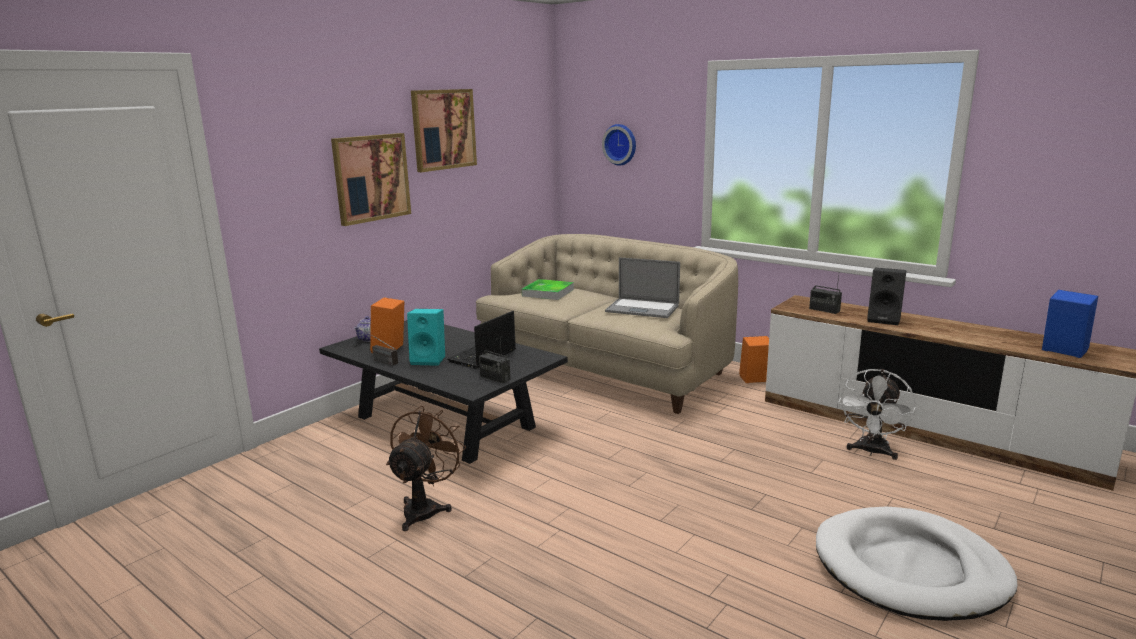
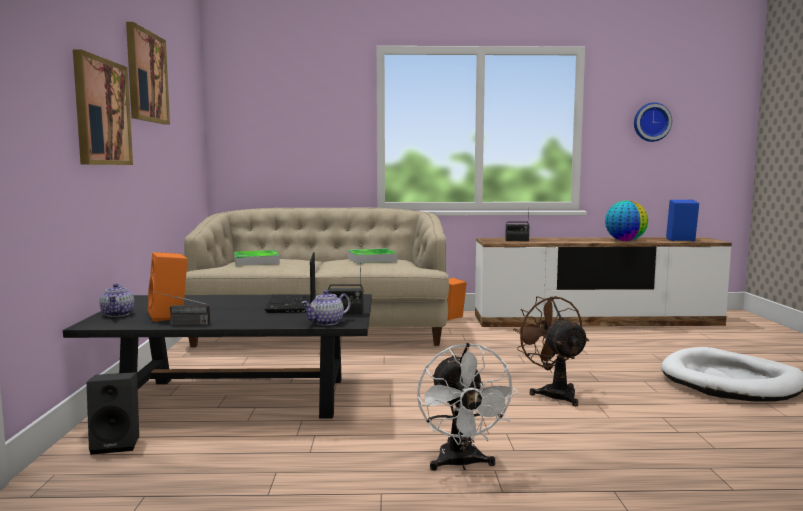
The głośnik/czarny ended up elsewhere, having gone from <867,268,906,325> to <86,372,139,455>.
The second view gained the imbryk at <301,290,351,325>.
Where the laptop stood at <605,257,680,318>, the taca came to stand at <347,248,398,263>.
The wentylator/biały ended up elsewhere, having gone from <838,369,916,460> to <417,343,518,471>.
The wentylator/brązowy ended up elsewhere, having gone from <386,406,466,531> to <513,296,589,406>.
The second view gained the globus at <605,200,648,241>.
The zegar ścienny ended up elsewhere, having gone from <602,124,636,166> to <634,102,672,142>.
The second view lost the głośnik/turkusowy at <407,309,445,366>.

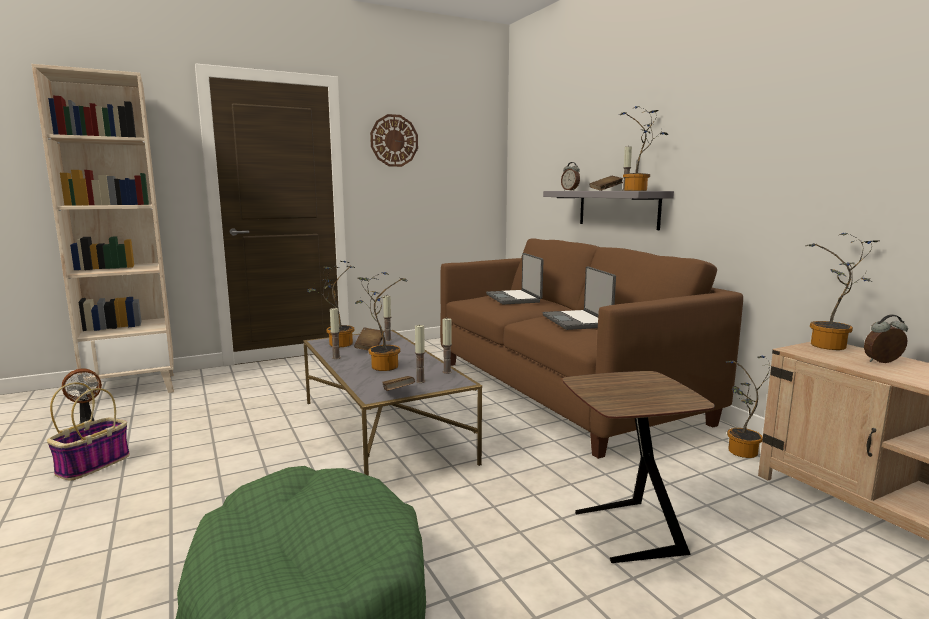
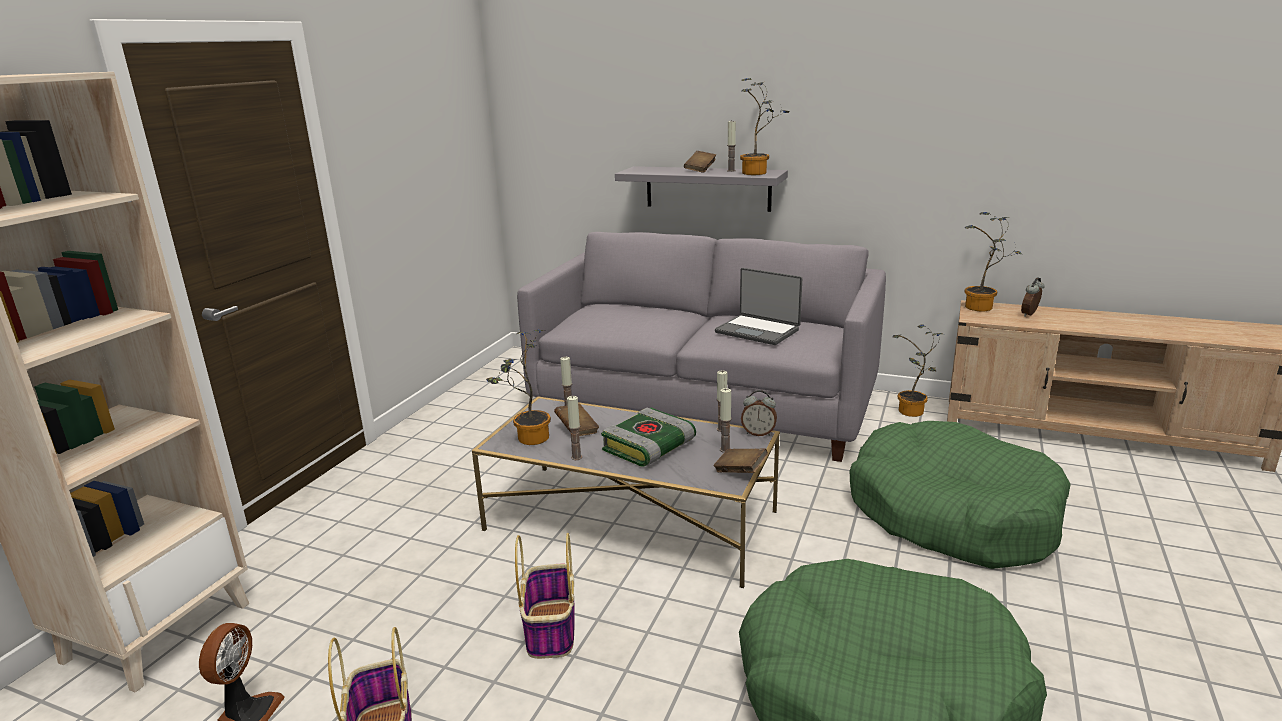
The second view gained the koszyk at <515,533,575,659>.
What was the kanapa/brązowy at <440,238,743,459> turned into the kanapa/szary at <517,232,886,462>.
Where the roślina doniczkowa stood at <355,272,409,371>, the książka came to stand at <601,408,696,467>.
The budzik ended up elsewhere, having gone from <561,162,580,191> to <741,390,777,436>.
Where the stolik/brązowy stood at <562,371,715,563>, the legowisko/zielony came to stand at <850,421,1071,569>.
The second view lost the zegar ścienny at <370,114,418,167>.
The second view lost the laptop at <486,253,543,304>.

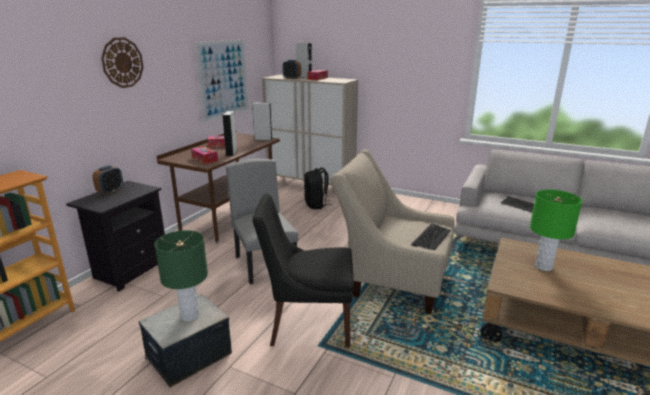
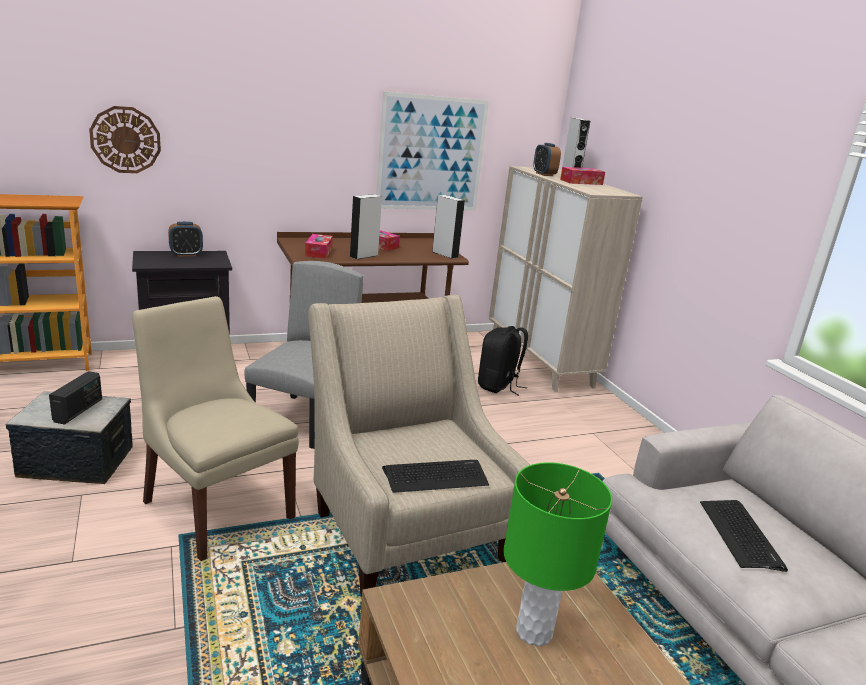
Where the lampa stołowa/zielony stood at <155,230,208,321>, the radio came to stand at <49,371,102,424>.
The zegar ścienny ended up elsewhere, having gone from <101,37,144,88> to <89,106,161,173>.
What was the krzesło/czarny at <253,194,354,348> turned into the krzesło/beżowy at <132,296,299,561>.

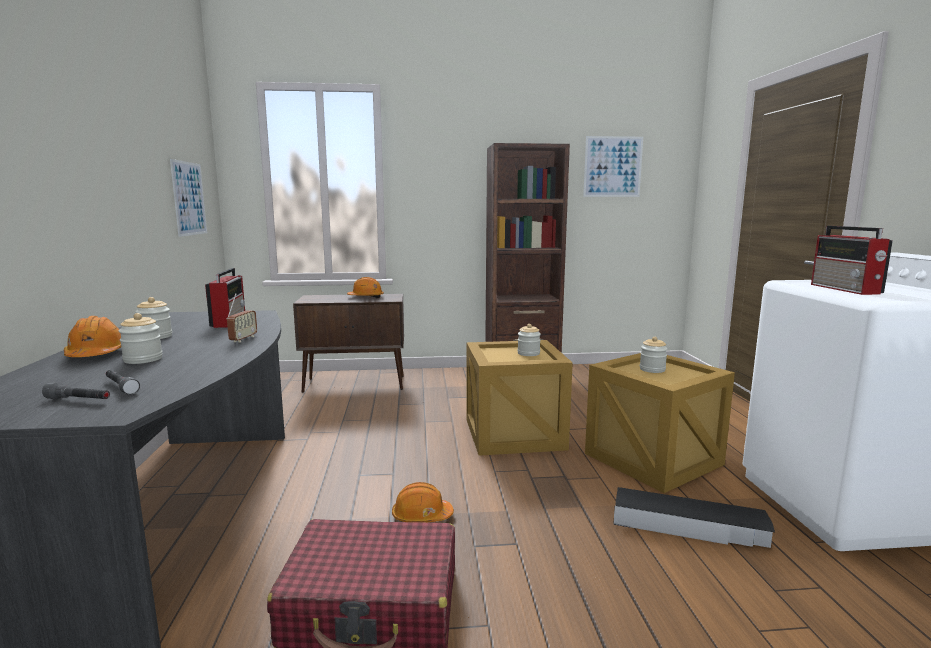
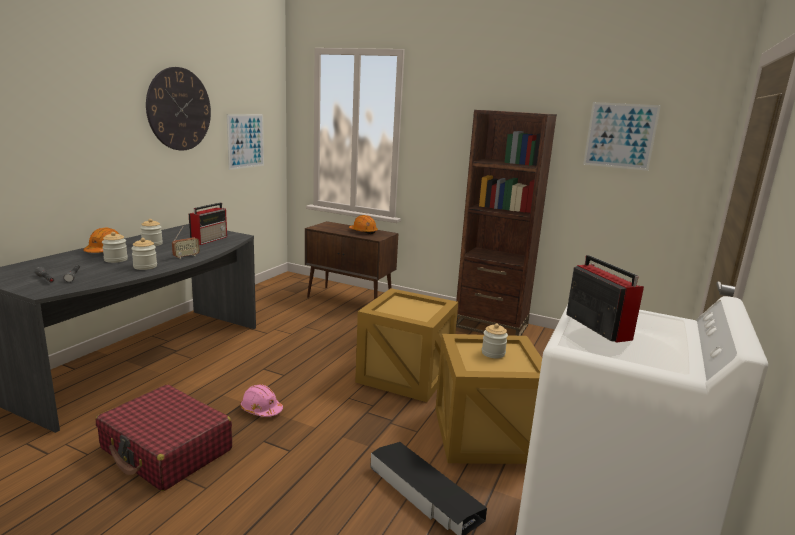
The słoik ended up elsewhere, having gone from <517,324,541,356> to <131,238,157,270>.
The second view gained the zegar ścienny at <146,67,211,151>.
What was the kask/pomarańczowy at <392,482,454,522> turned into the kask/różowy at <240,384,283,417>.
The radio at <811,226,893,295> ended up facing another way, 135 degrees clockwise from before.

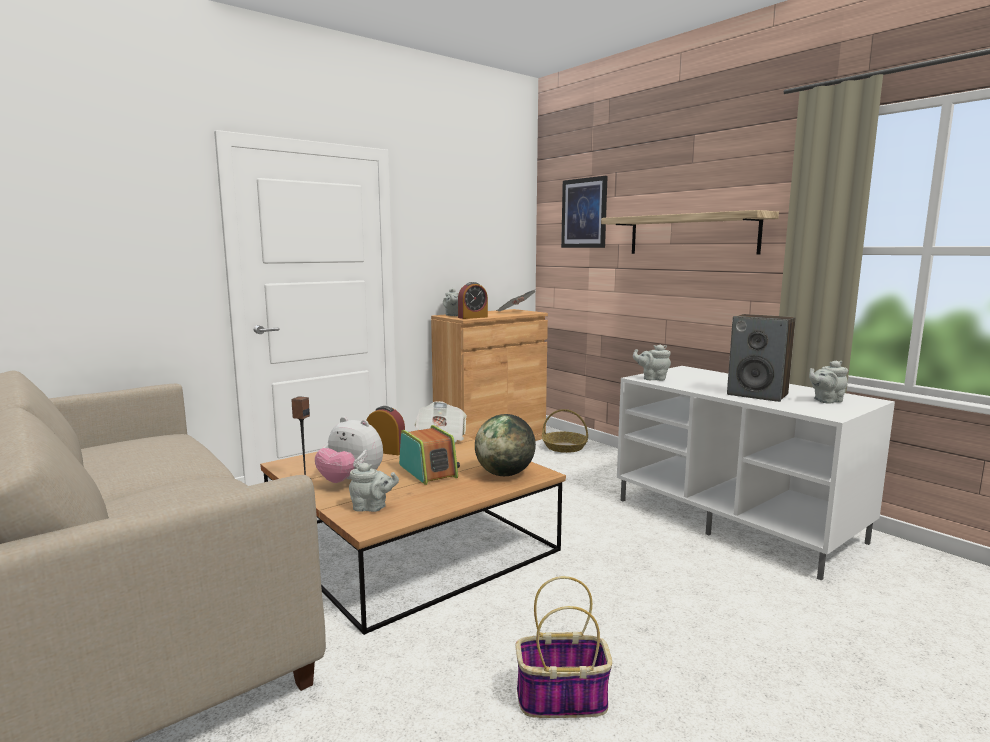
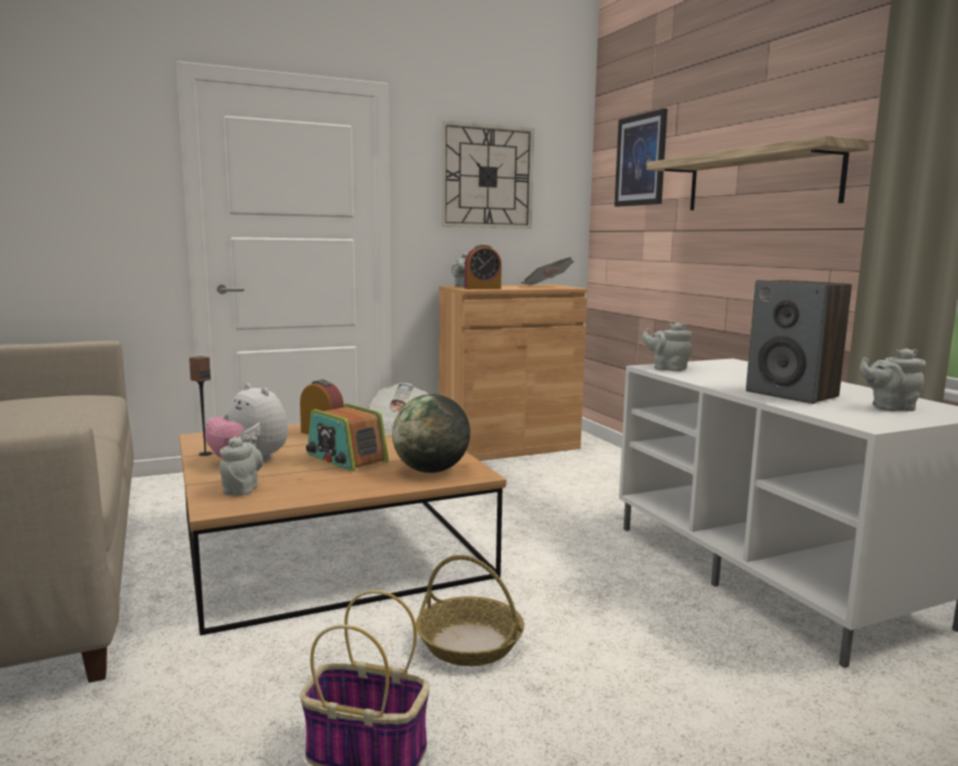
The imbryk/szary at <349,463,399,512> ended up facing another way, 105 degrees counterclockwise from before.
The radio at <399,425,460,485> ended up facing another way, 150 degrees clockwise from before.
The koszyk ended up elsewhere, having gone from <542,409,588,453> to <416,555,524,666>.
The second view gained the zegar ścienny at <441,121,534,229>.

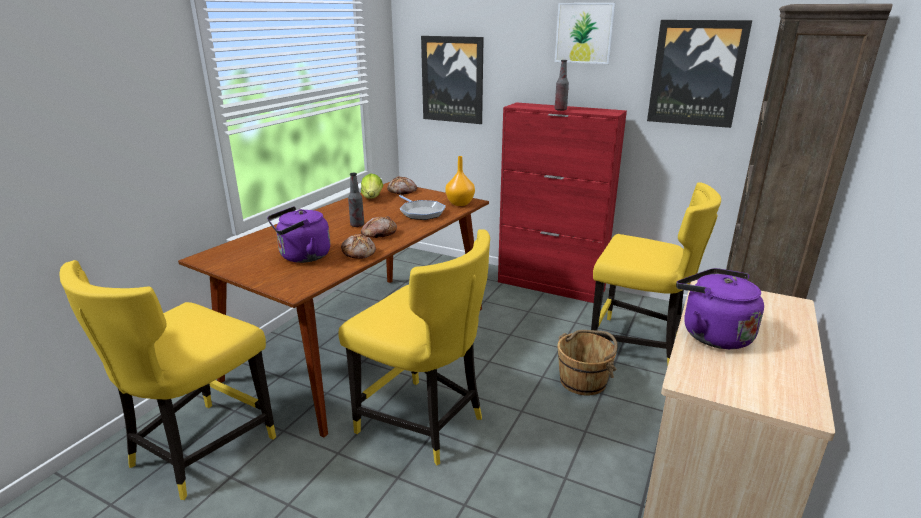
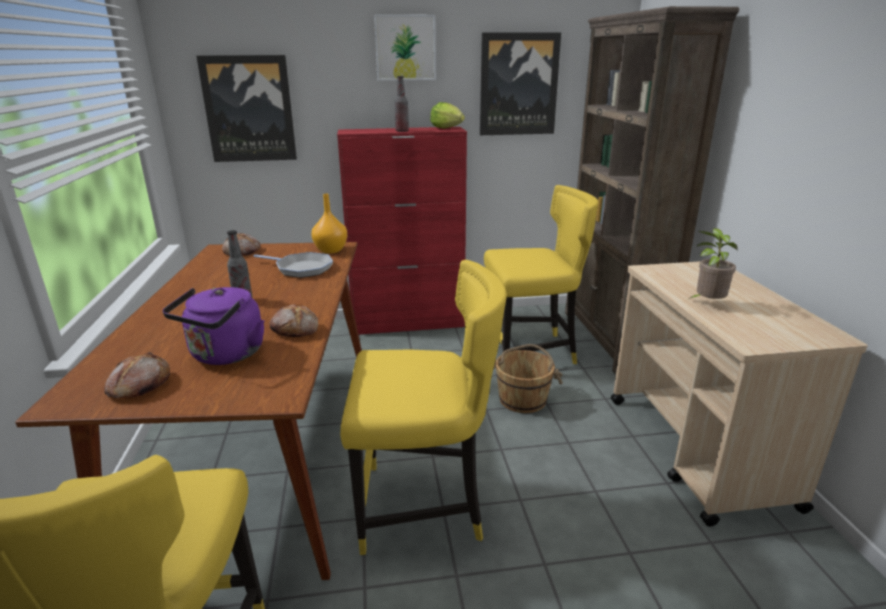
The chleb ended up elsewhere, having gone from <361,216,397,238> to <104,352,170,398>.
The sałata ended up elsewhere, having gone from <361,174,383,199> to <430,102,465,128>.
Where the czajnik/fioletowy stood at <676,268,764,349>, the roślina doniczkowa came to stand at <689,228,738,299>.

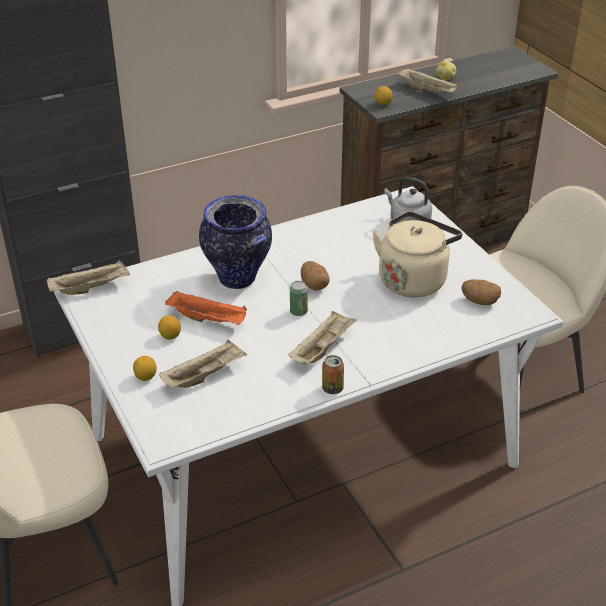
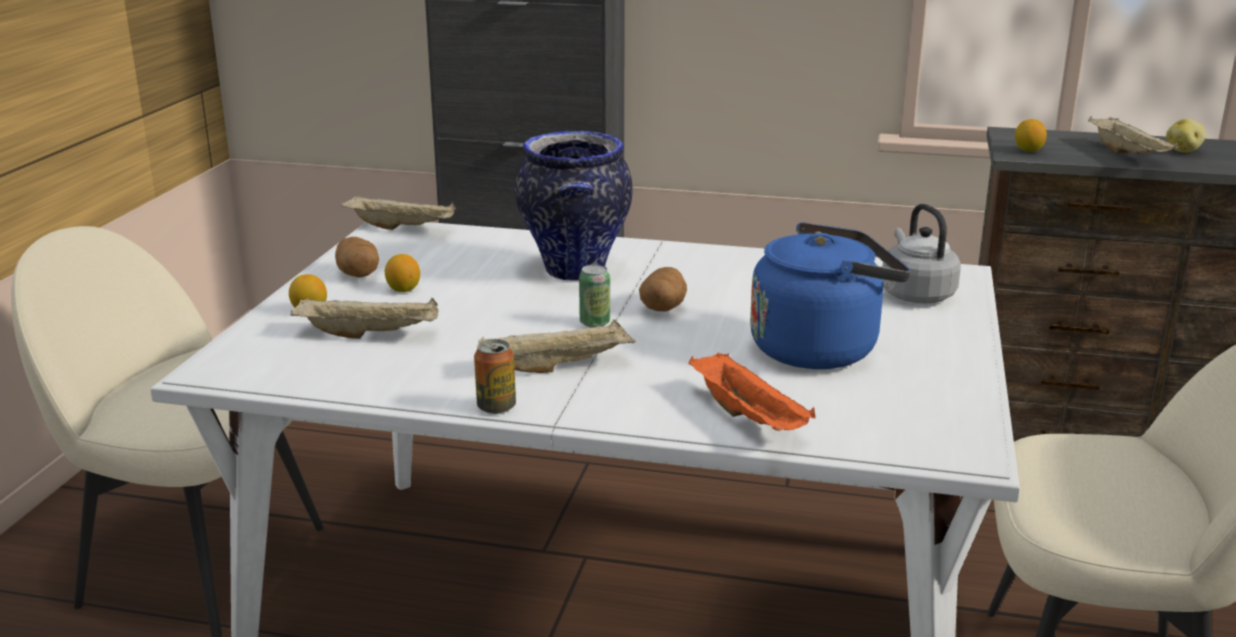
The ziemniak ended up elsewhere, having gone from <461,279,501,305> to <335,237,379,278>.
The taca/pomarańczowy ended up elsewhere, having gone from <165,291,247,325> to <689,353,816,431>.
What was the czajnik/beżowy at <372,211,462,298> turned into the czajnik/niebieski at <750,222,910,369>.

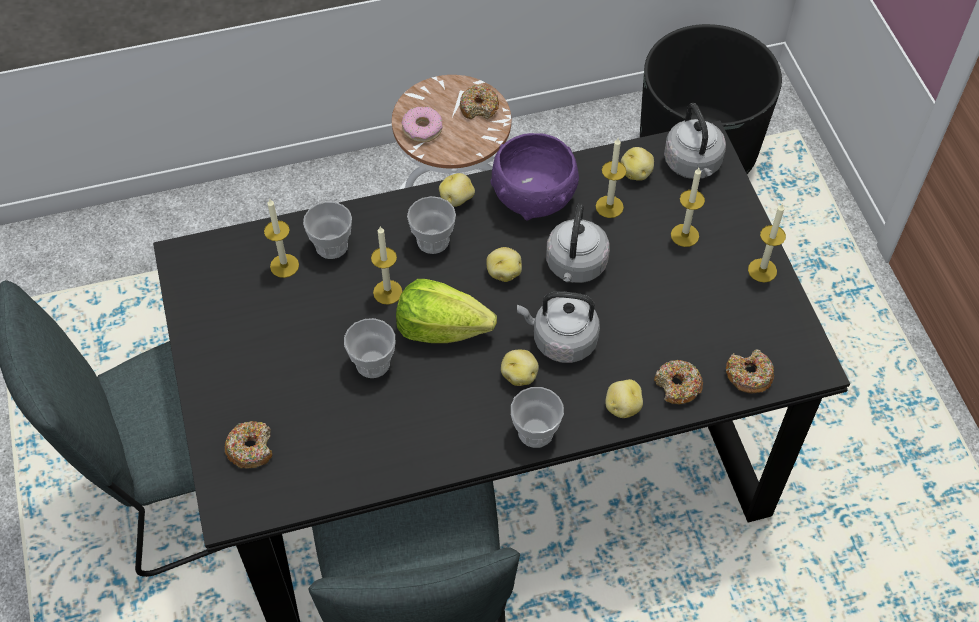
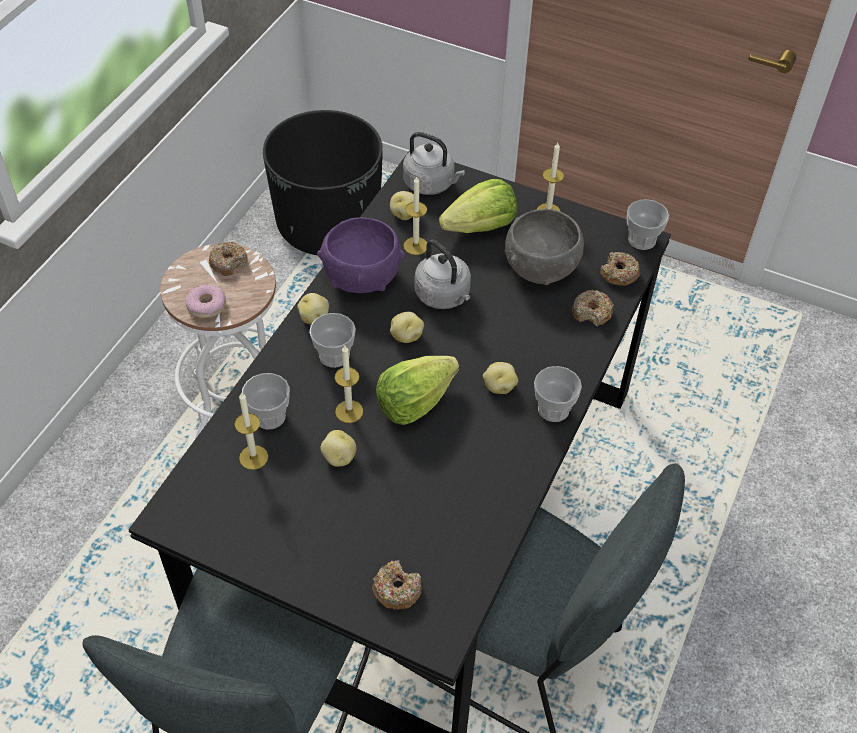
The ziemniak ended up elsewhere, having gone from <605,379,643,418> to <320,430,356,467>.
Where the świeca stood at <671,168,705,247>, the sałata came to stand at <439,179,517,233>.
The second view gained the miska/szary at <504,209,584,285>.
The filiżanka ended up elsewhere, having gone from <344,318,396,378> to <627,199,669,250>.
The second view lost the czajnik/szary at <517,291,600,363>.

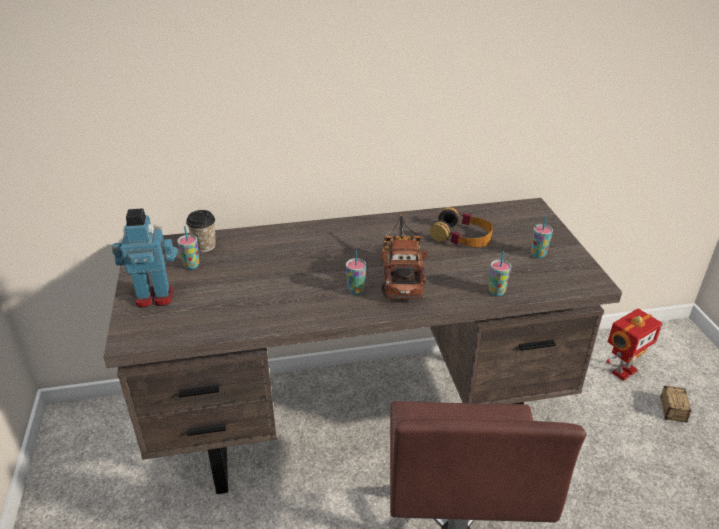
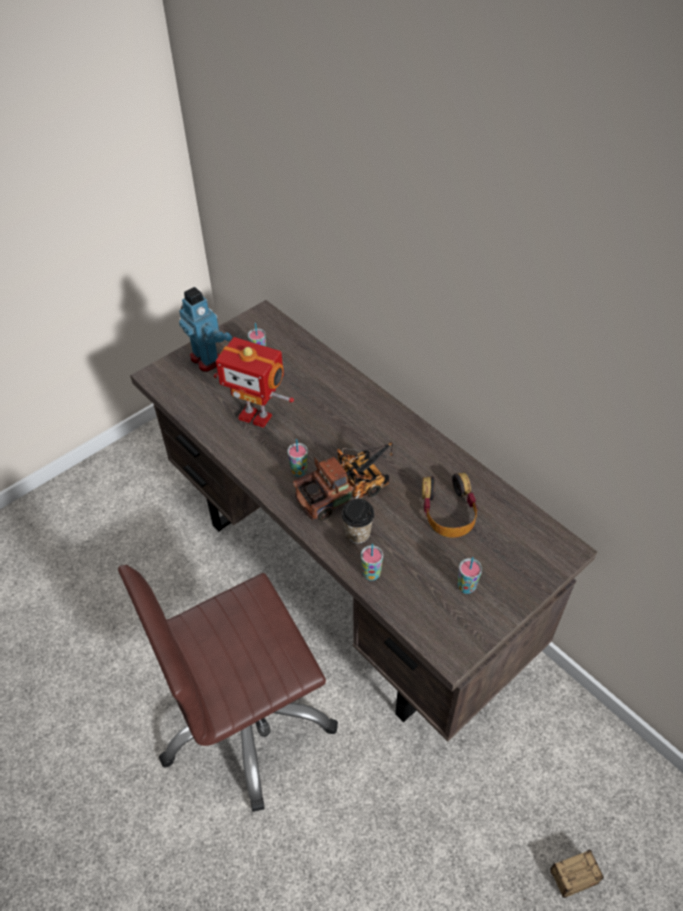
The robot zabawkowy ended up elsewhere, having gone from <606,308,662,381> to <214,337,294,428>.
The filiżanka ended up elsewhere, having gone from <186,210,216,252> to <341,499,375,544>.

